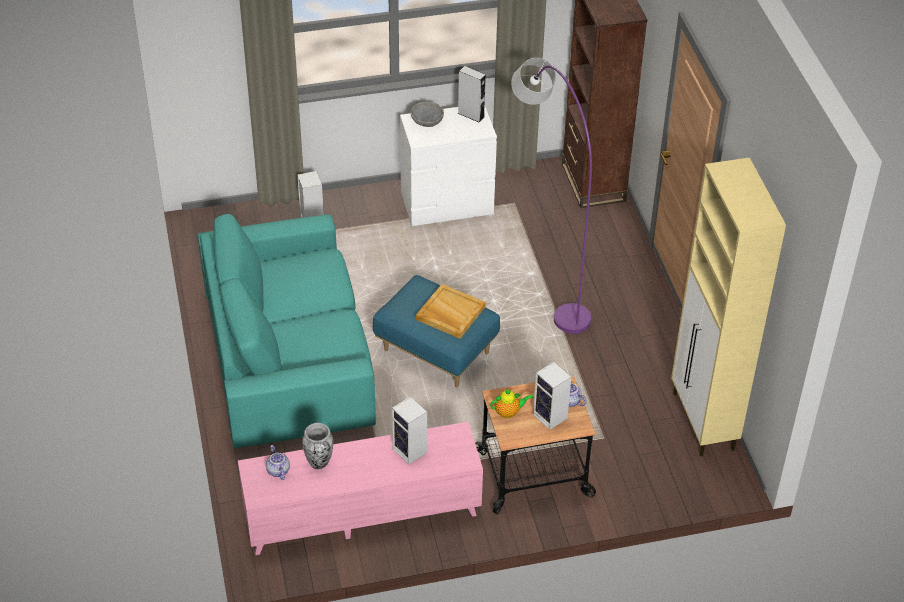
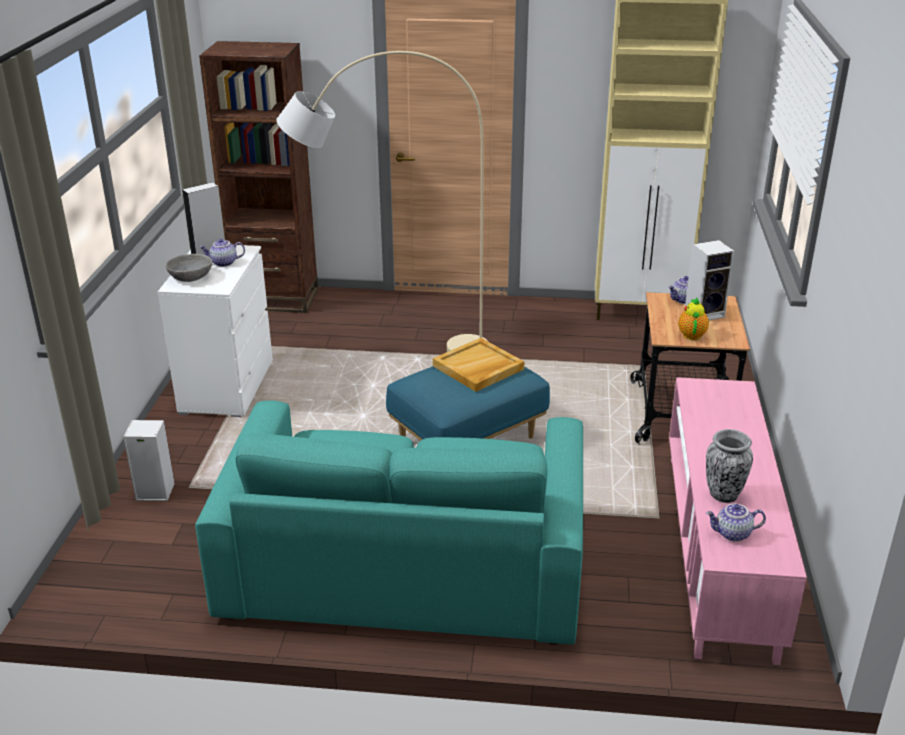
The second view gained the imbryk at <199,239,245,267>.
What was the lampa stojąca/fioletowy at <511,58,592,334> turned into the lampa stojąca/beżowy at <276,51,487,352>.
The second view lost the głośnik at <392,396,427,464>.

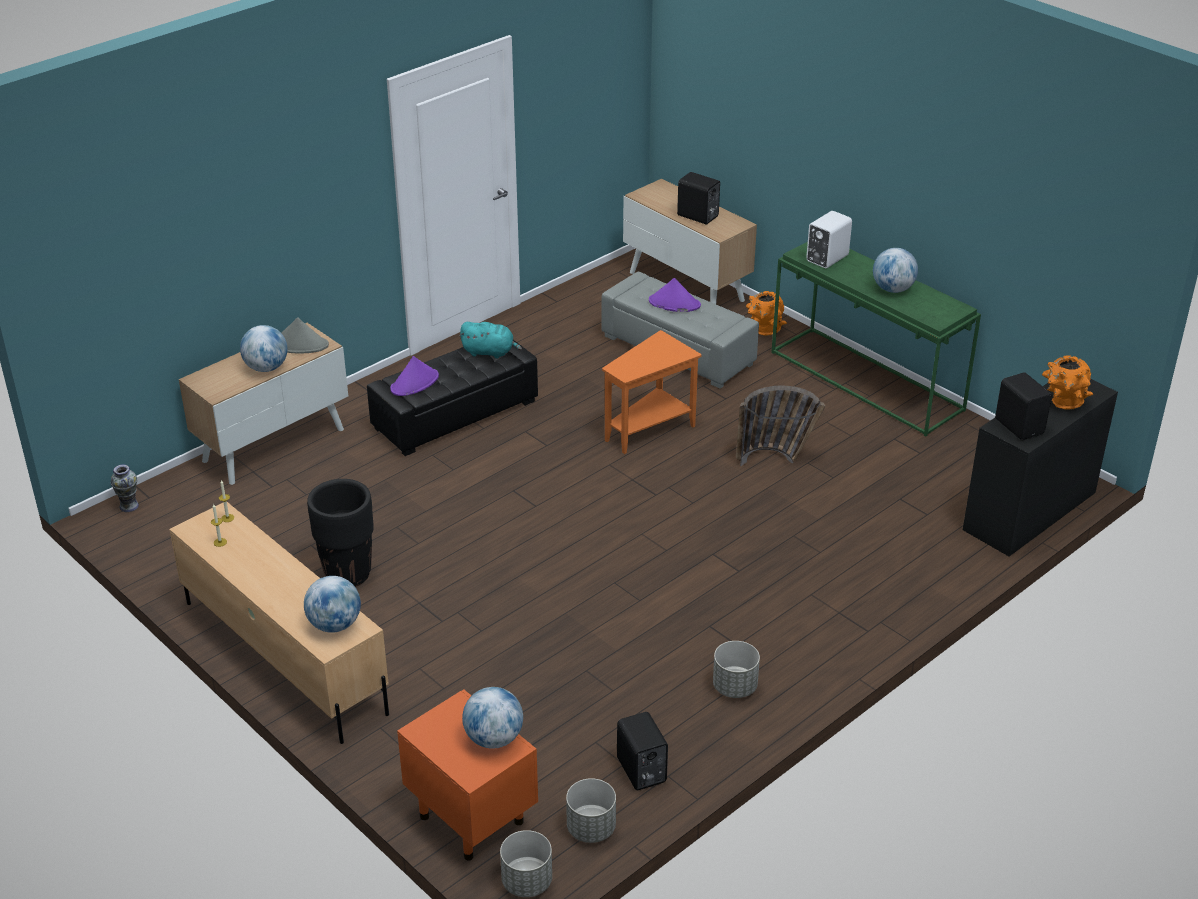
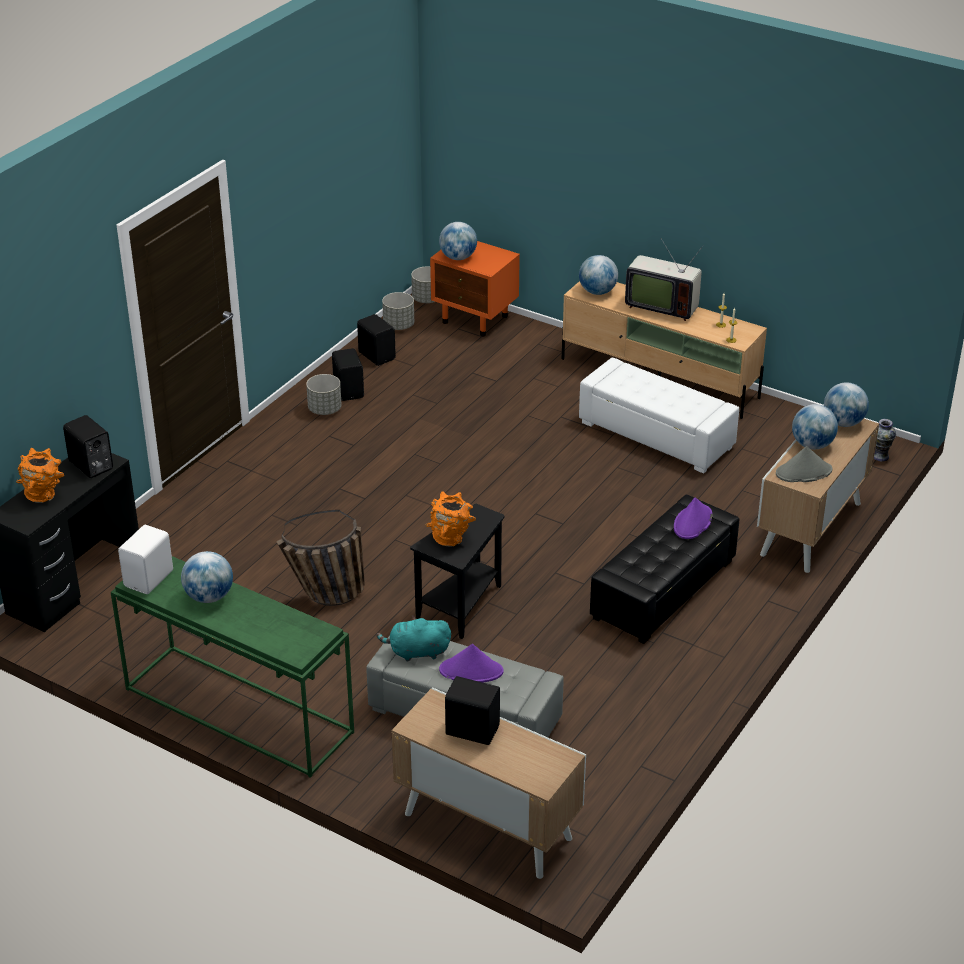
The głośnik/biały ended up elsewhere, having gone from <806,211,852,268> to <118,525,173,594>.
The second view gained the głośnik/czarny at <332,348,364,401>.
The pluszak/turkusowy ended up elsewhere, having gone from <459,322,522,359> to <376,616,451,662>.
What was the stolik/pomarańczowy at <602,330,702,454> turned into the stolik/czarny at <410,504,504,639>.
The wazon/pomarańczowy ended up elsewhere, having gone from <746,291,787,336> to <425,491,476,547>.
Where the donica/czarny stood at <307,479,374,587>, the pufa/biały came to stand at <579,358,739,473>.
The second view gained the telewizor at <625,239,704,321>.
The second view gained the globus at <824,382,869,427>.

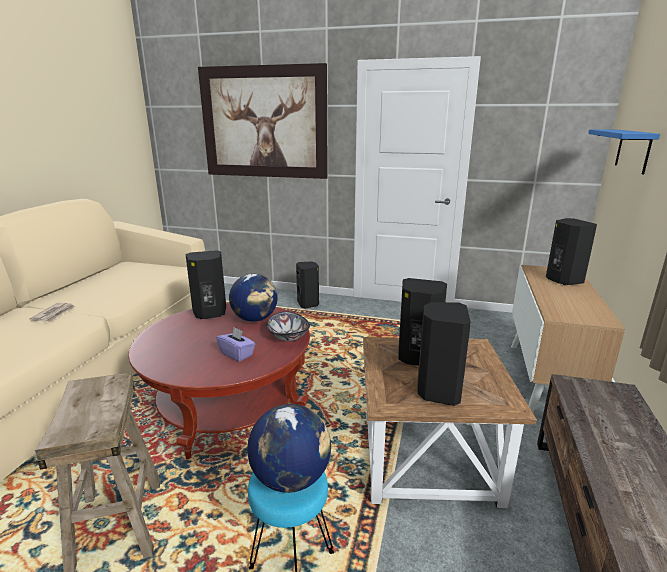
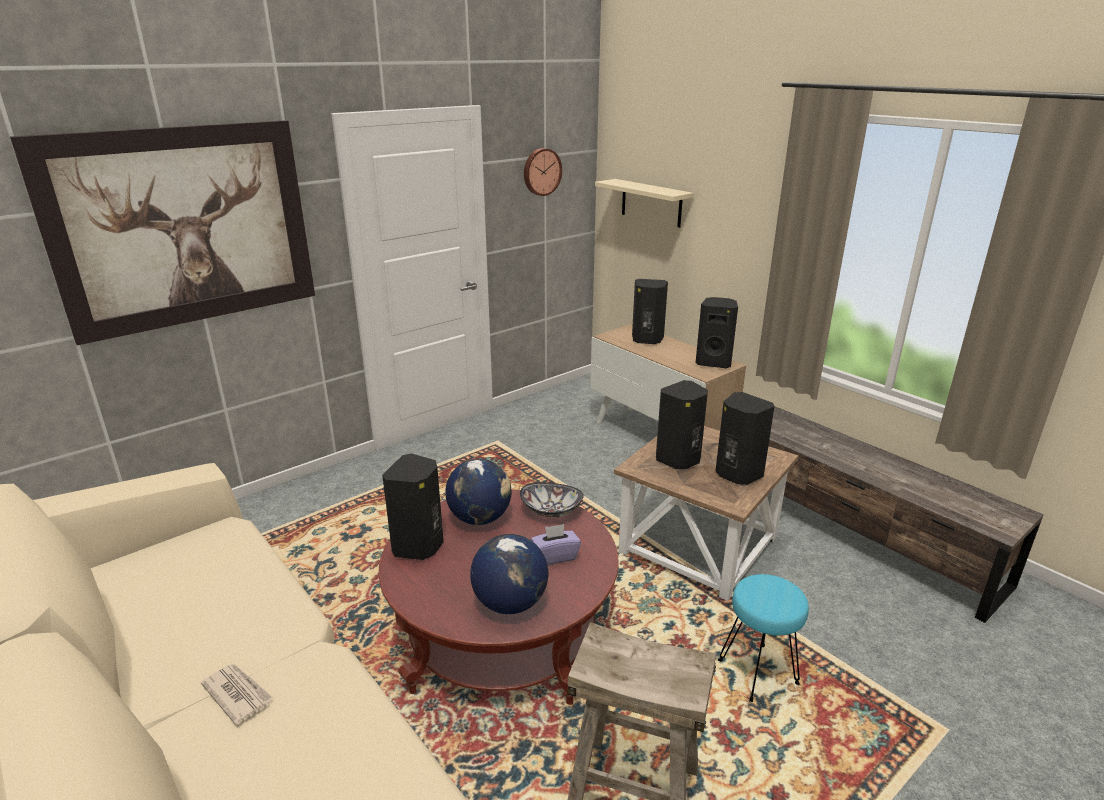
The globus ended up elsewhere, having gone from <247,404,331,493> to <470,534,548,614>.
The second view gained the zegar ścienny at <524,148,562,196>.
What was the półka/niebieski at <588,129,660,174> turned into the półka/beżowy at <595,179,694,228>.
The głośnik/czarny ended up elsewhere, having gone from <296,262,319,309> to <696,297,738,368>.

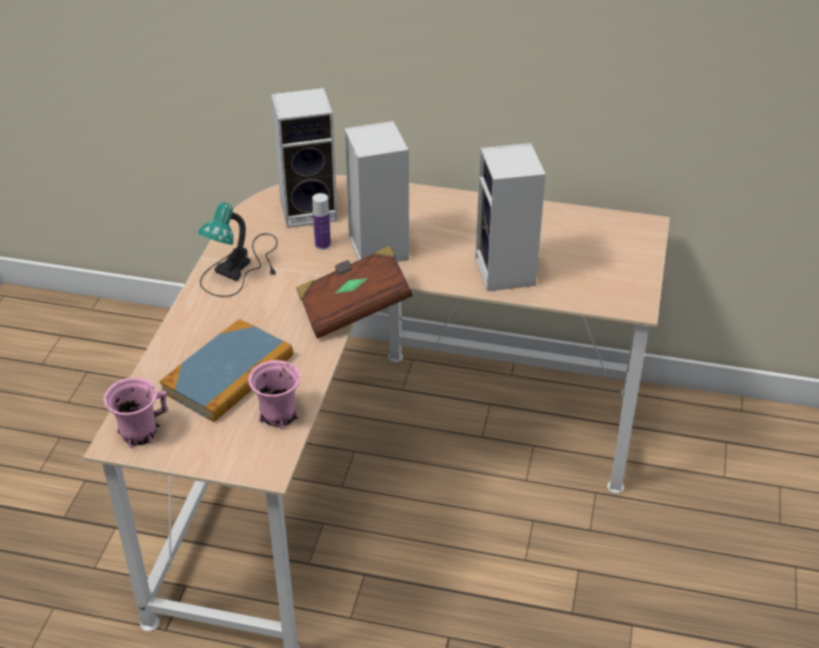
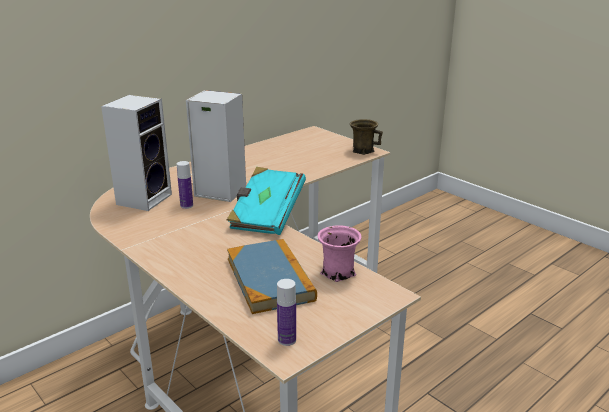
What was the książka/brązowy at <296,246,413,339> turned into the książka/turkusowy at <227,167,306,235>.
Where the kubek/różowy stood at <103,377,168,448>, the butelka came to stand at <277,279,296,346>.
The second view gained the kubek/brązowy at <350,119,383,155>.
The second view lost the lampa stołowa at <198,203,278,297>.
The second view lost the głośnik at <475,143,546,291>.

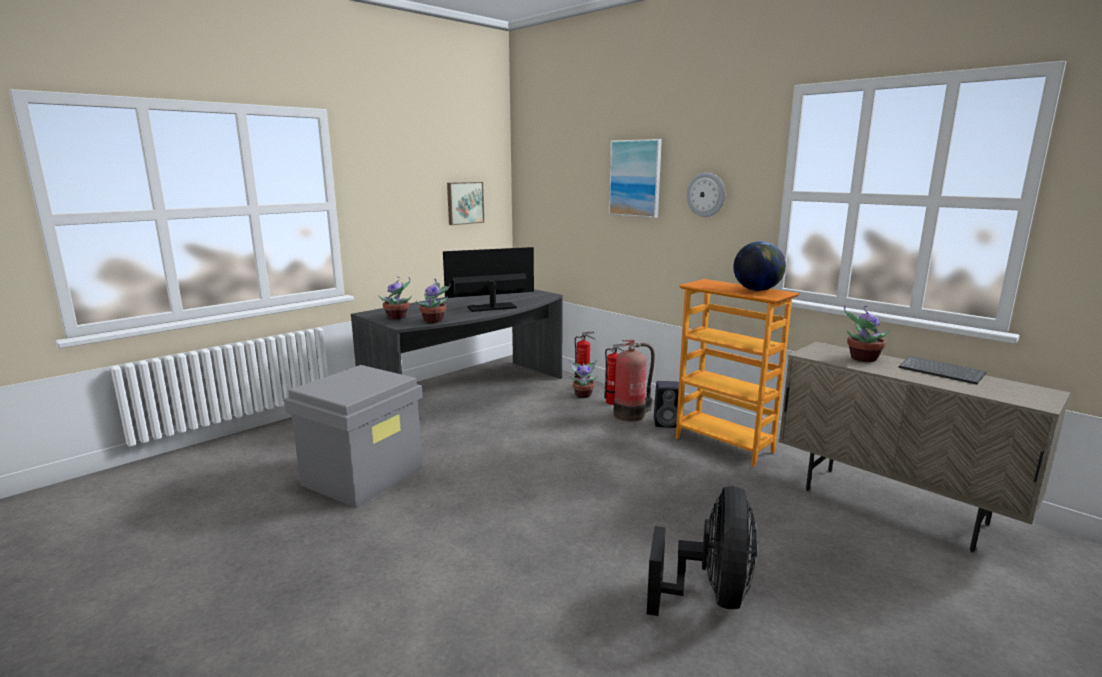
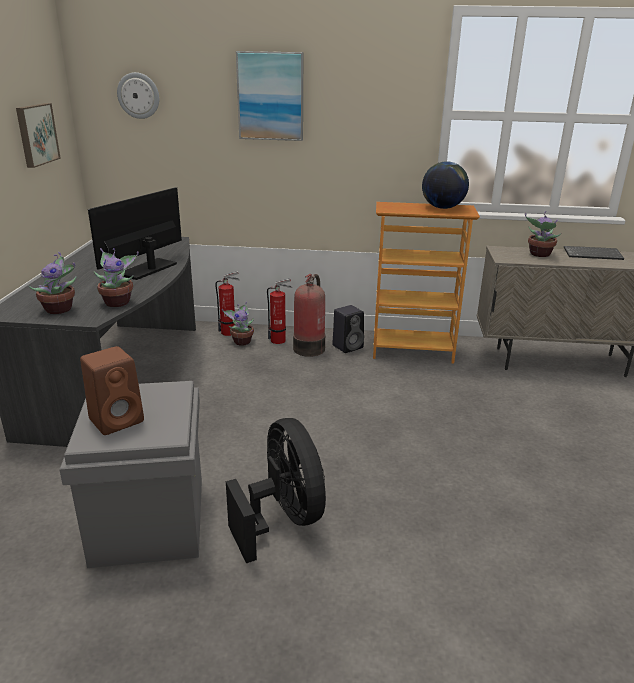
The second view gained the głośnik/brązowy at <80,346,144,435>.
The zegar ścienny ended up elsewhere, having gone from <687,172,725,217> to <117,72,159,119>.
The wentylator/czarny ended up elsewhere, having gone from <647,486,757,616> to <226,418,326,563>.

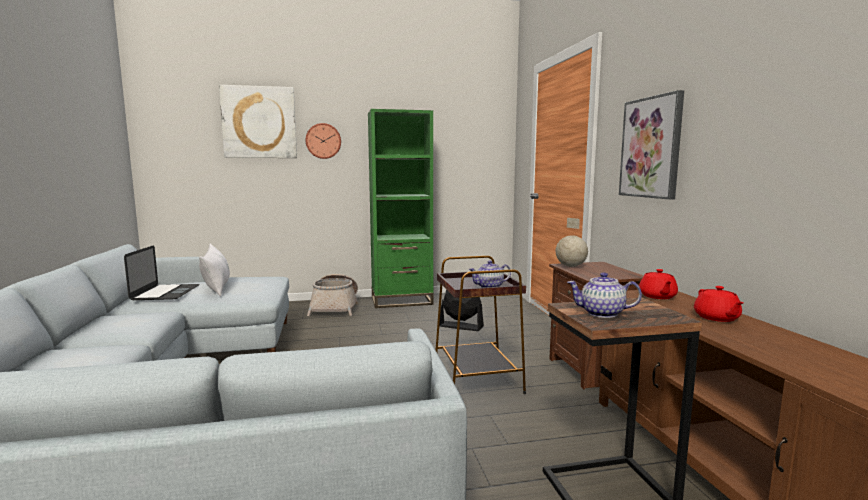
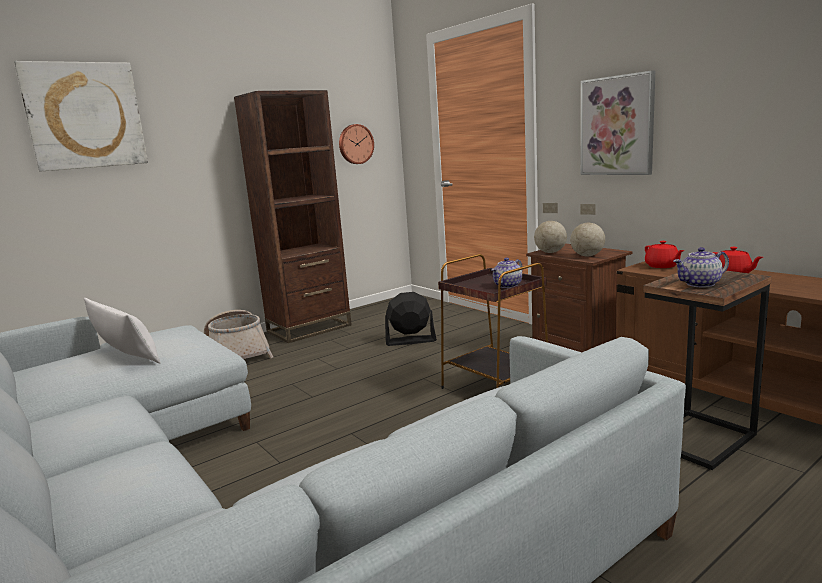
What was the regał/zielony at <368,109,434,308> turned into the regał/brązowy at <234,90,352,343>.
The zegar ścienny ended up elsewhere, having gone from <306,123,341,159> to <339,124,374,164>.
The second view gained the globus at <570,204,605,256>.
The second view lost the laptop at <124,246,199,300>.

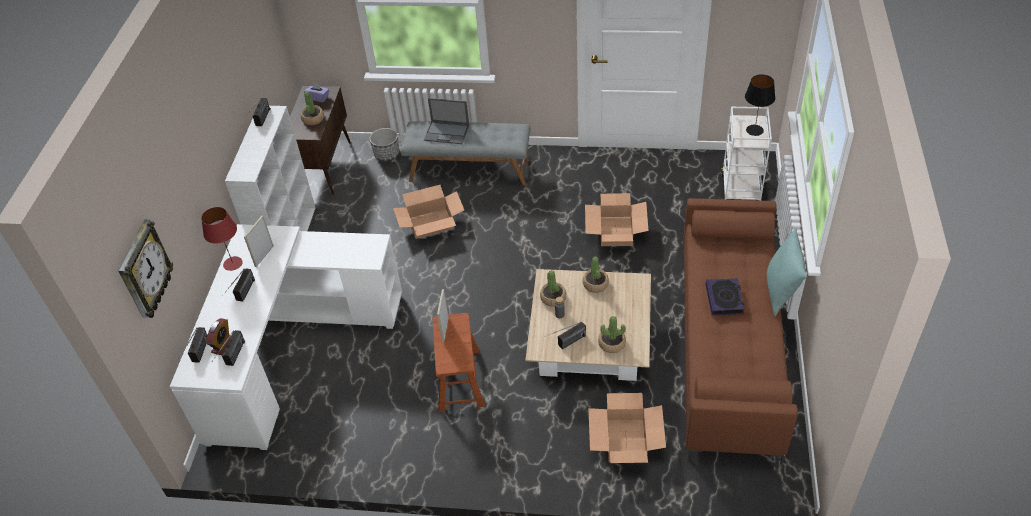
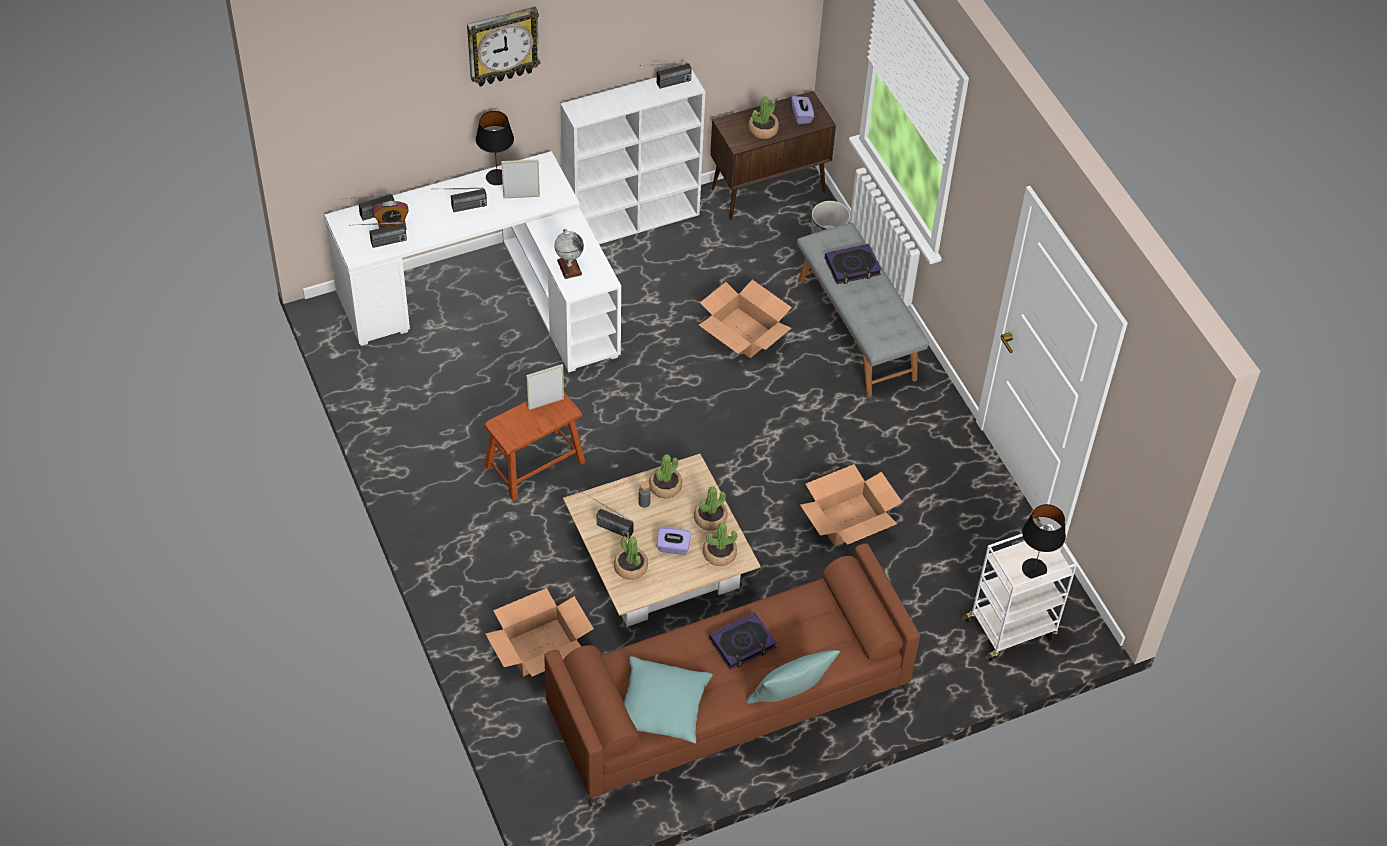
The zegar ścienny ended up elsewhere, having gone from <118,219,173,318> to <467,6,541,87>.
What was the lampa stołowa/czerwony at <201,207,243,271> turned into the lampa stołowa/czarny at <476,111,514,185>.
The second view gained the globus at <555,229,584,279>.
The second view gained the poduszka/turkusowy at <624,656,713,743>.
The second view gained the pudełko chusteczek/fioletowy at <656,527,691,555>.
The second view gained the roślina doniczkowa at <703,522,737,566>.
Where the laptop stood at <424,98,469,144>, the książka came to stand at <825,244,881,284>.

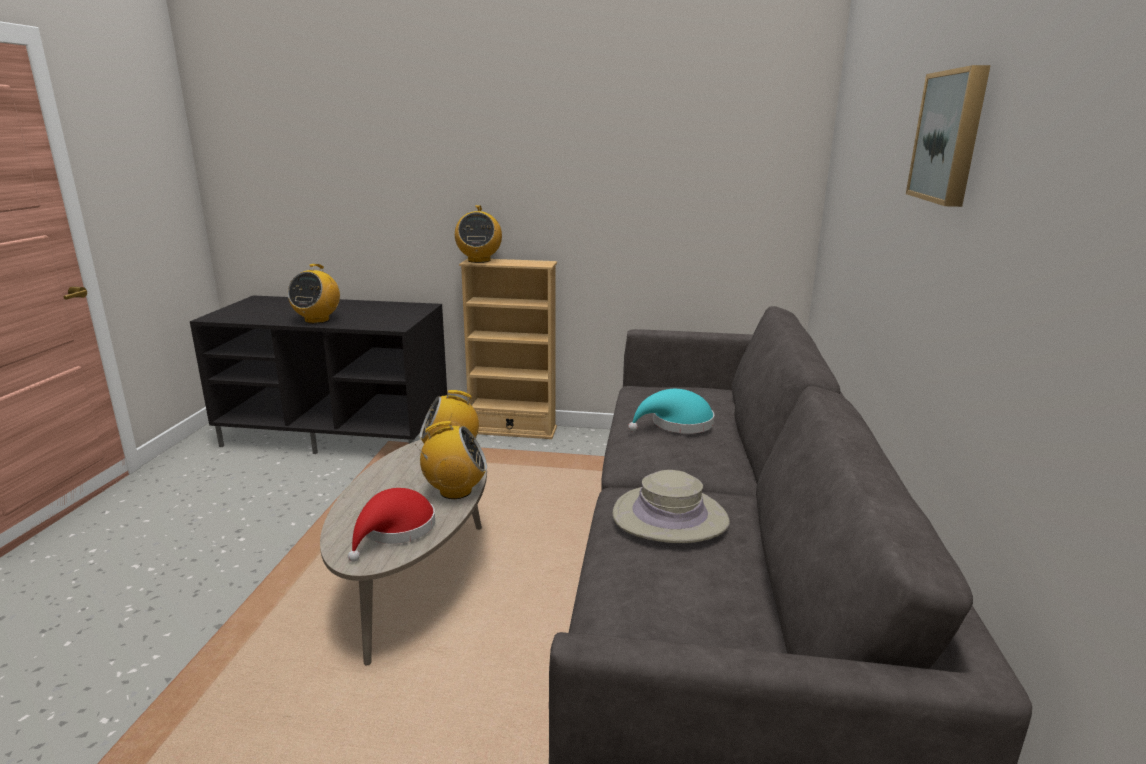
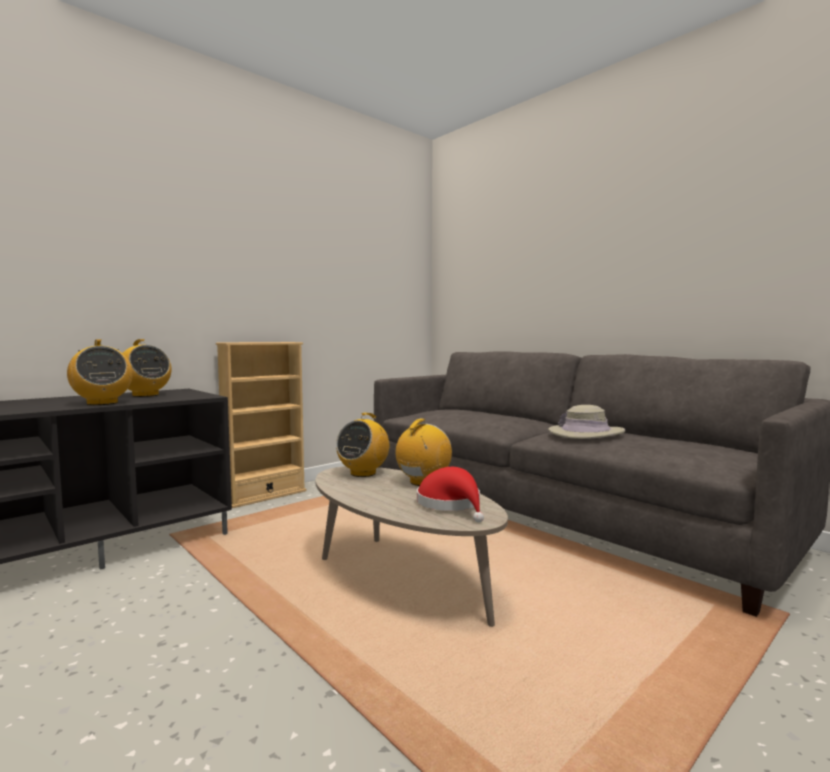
The radio ended up elsewhere, having gone from <455,205,502,263> to <117,339,172,397>.
The second view lost the kapelusz/turkusowy at <628,389,714,434>.
The second view lost the obraz at <906,65,991,207>.

